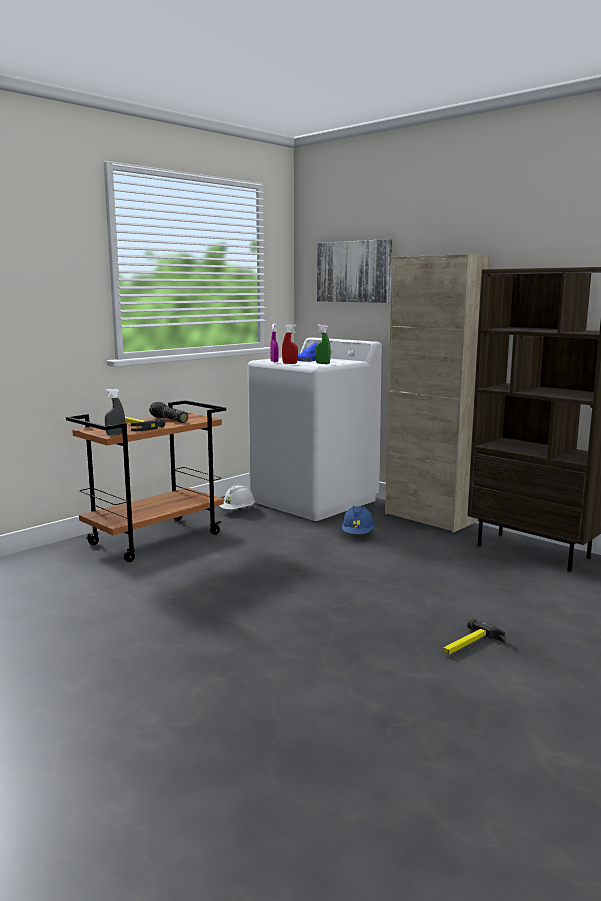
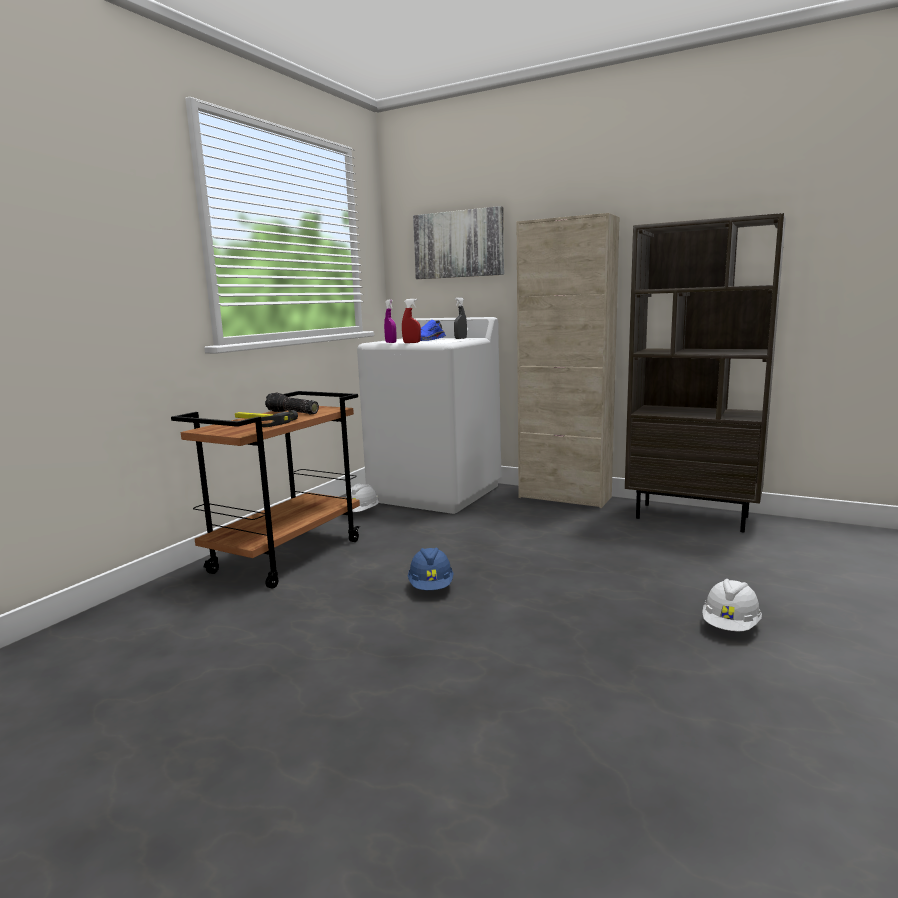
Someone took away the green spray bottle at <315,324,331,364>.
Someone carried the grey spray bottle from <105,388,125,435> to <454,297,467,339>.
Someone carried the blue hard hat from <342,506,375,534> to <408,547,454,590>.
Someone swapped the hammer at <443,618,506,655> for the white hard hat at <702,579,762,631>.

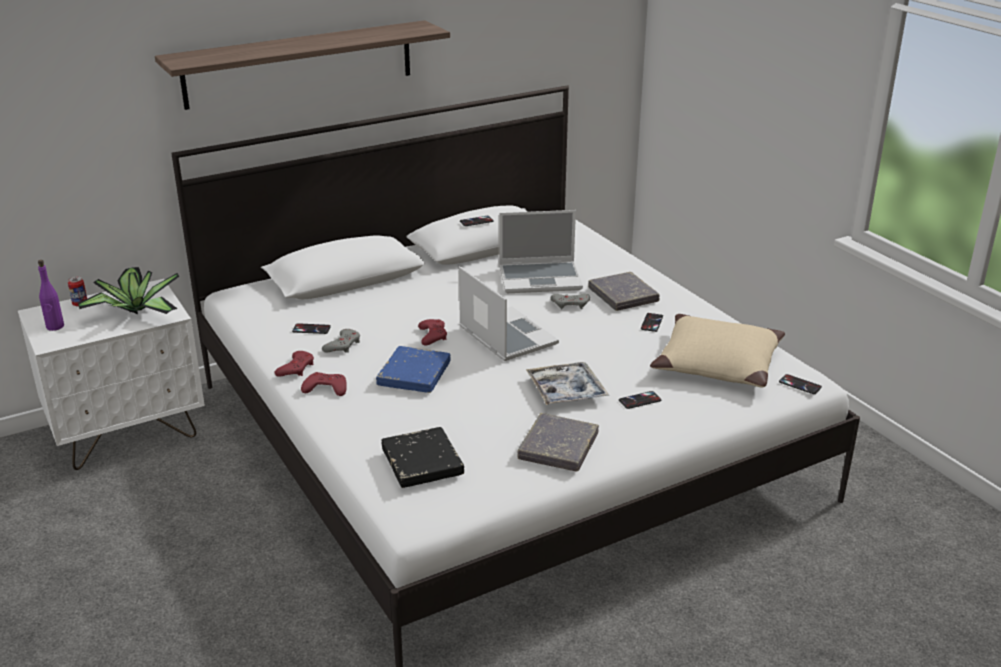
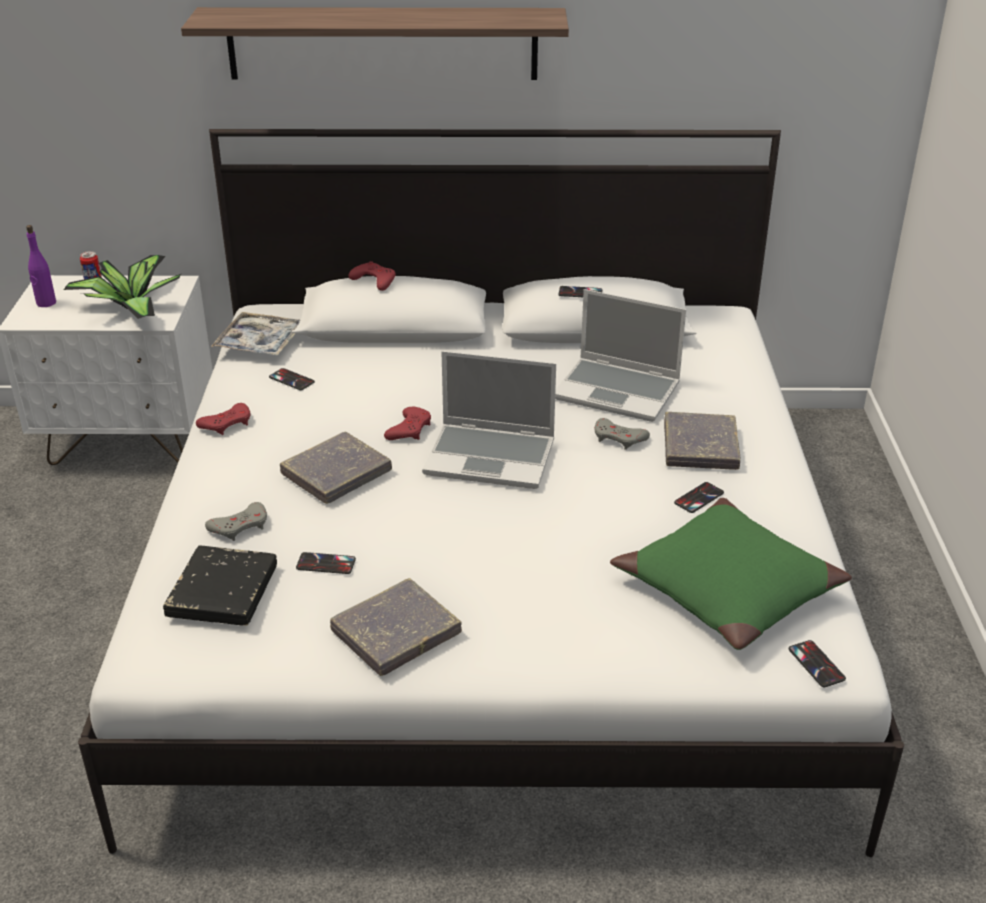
Someone rotated the laptop at <459,266,559,361> by 105 degrees clockwise.
Someone repainted the beige pillow at <650,314,785,388>, which became the green pillow at <610,498,852,650>.
Someone carried the grey game controller from <322,329,360,353> to <205,502,267,541>.
Someone repainted the blue book at <376,346,451,393>, which became the grey book at <280,432,392,504>.
Someone carried the tray from <526,362,609,405> to <211,312,300,356>.
Someone carried the red game controller from <301,372,347,396> to <348,261,396,291>.
Someone carried the phone from <619,391,661,409> to <296,552,356,574>.

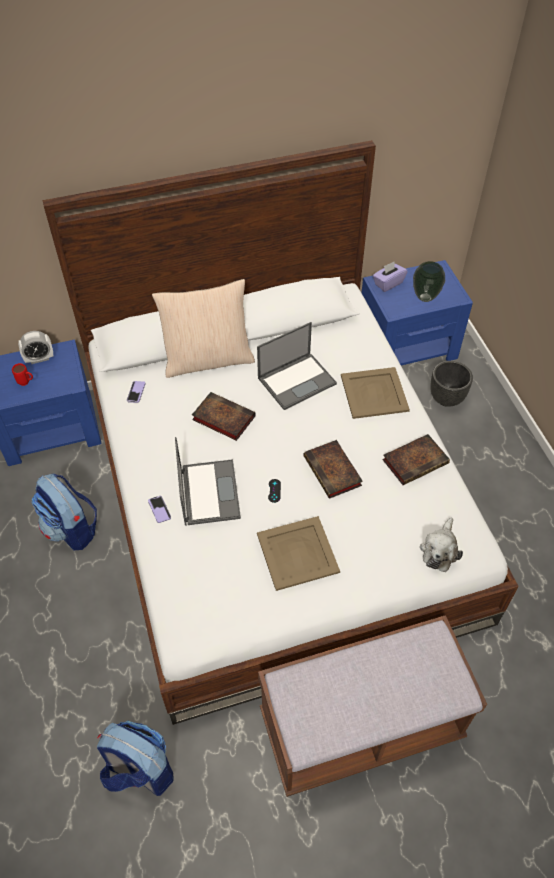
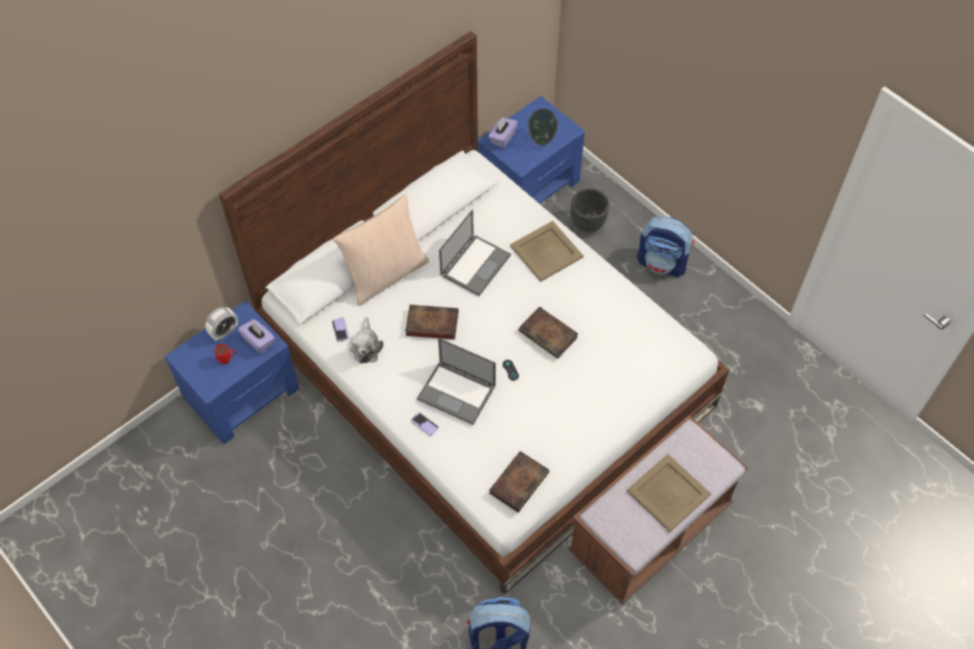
Someone carried the book from <382,434,450,485> to <489,451,550,513>.
Someone rotated the laptop at <175,437,241,526> by 150 degrees clockwise.
Someone carried the backpack from <32,473,97,550> to <637,216,694,277>.
Someone carried the beige tray from <257,516,340,591> to <627,454,711,532>.
Someone carried the plush toy from <420,518,463,572> to <349,317,383,363>.
Someone put down the purple tissue box at <238,319,275,354>.

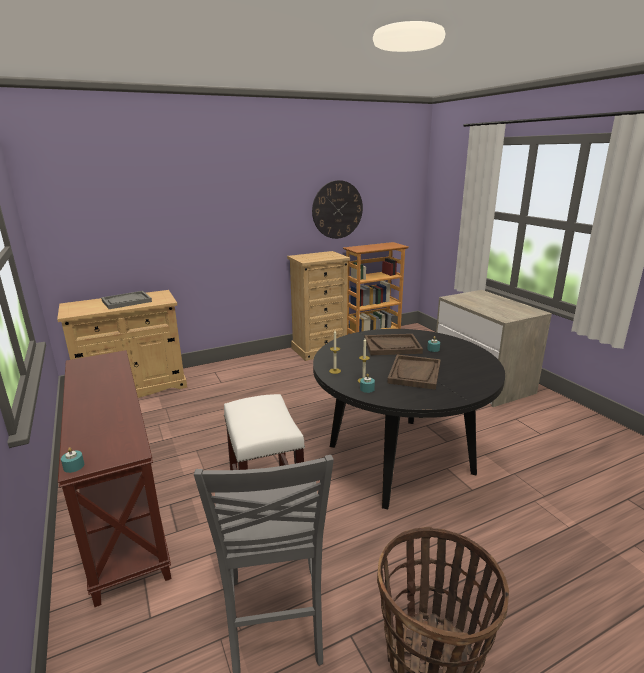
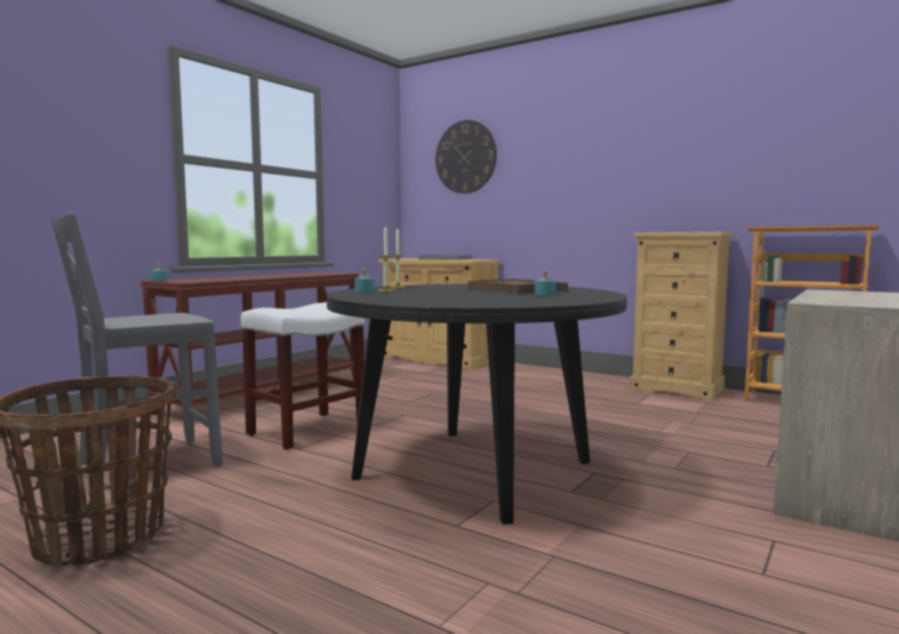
Someone carried the wall clock from <312,180,363,239> to <435,120,497,194>.
Someone took away the brown tray at <387,355,441,390>.

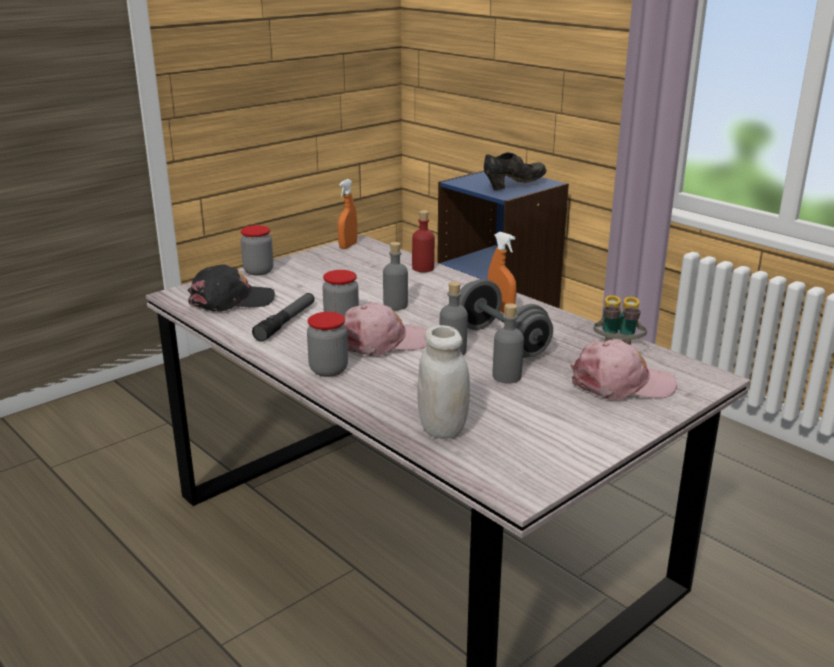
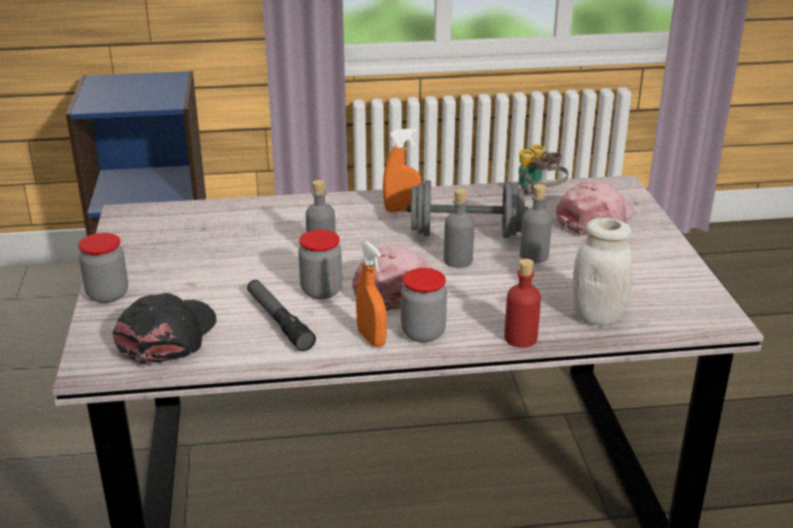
Someone took away the black shoe at <484,152,547,190>.
Someone carried the orange spray bottle from <338,179,357,249> to <356,241,387,347>.
Someone carried the red bottle from <412,210,435,272> to <504,259,541,348>.

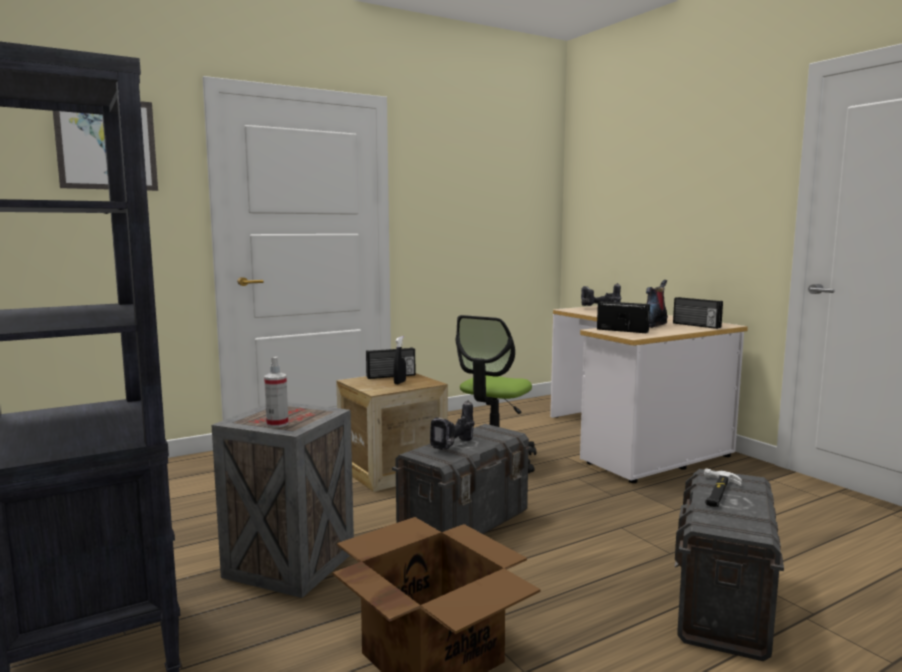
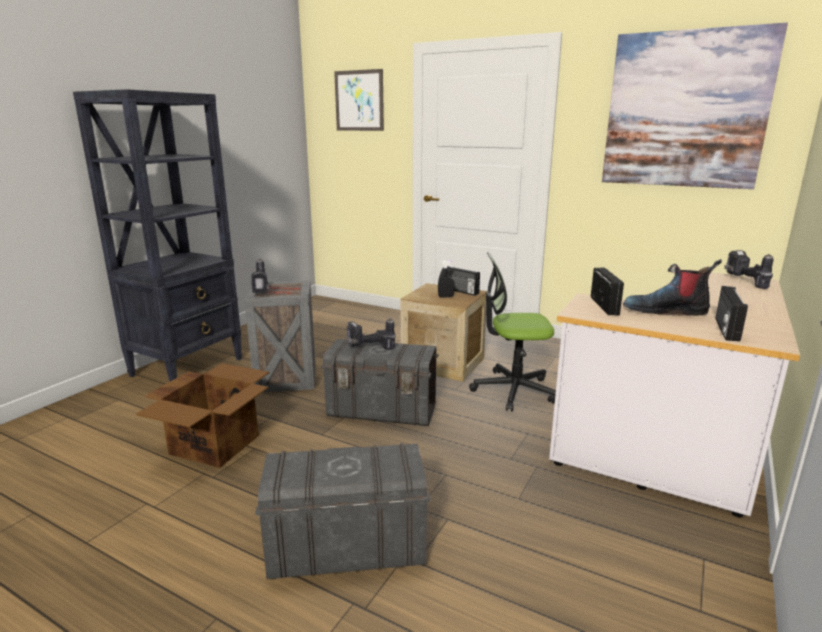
Someone swapped the spray bottle at <264,357,288,428> for the power drill at <251,259,271,294>.
Someone took away the hammer at <704,468,742,507>.
Someone put up the picture at <602,23,788,189>.

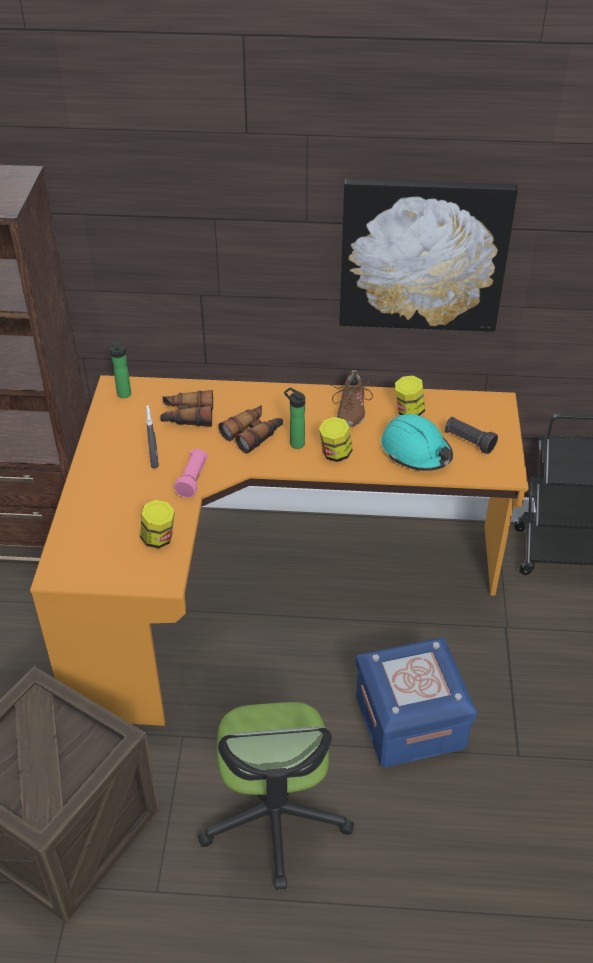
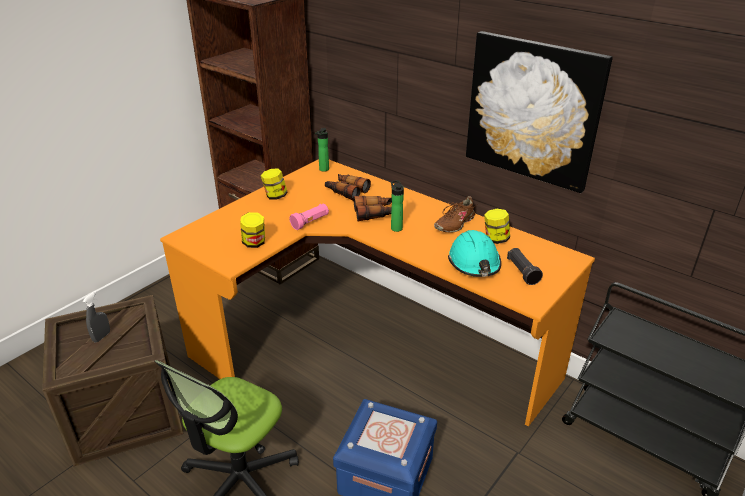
Someone carried the grey spray bottle from <146,405,159,468> to <83,291,110,343>.
Someone carried the jar from <319,417,353,462> to <261,169,288,200>.

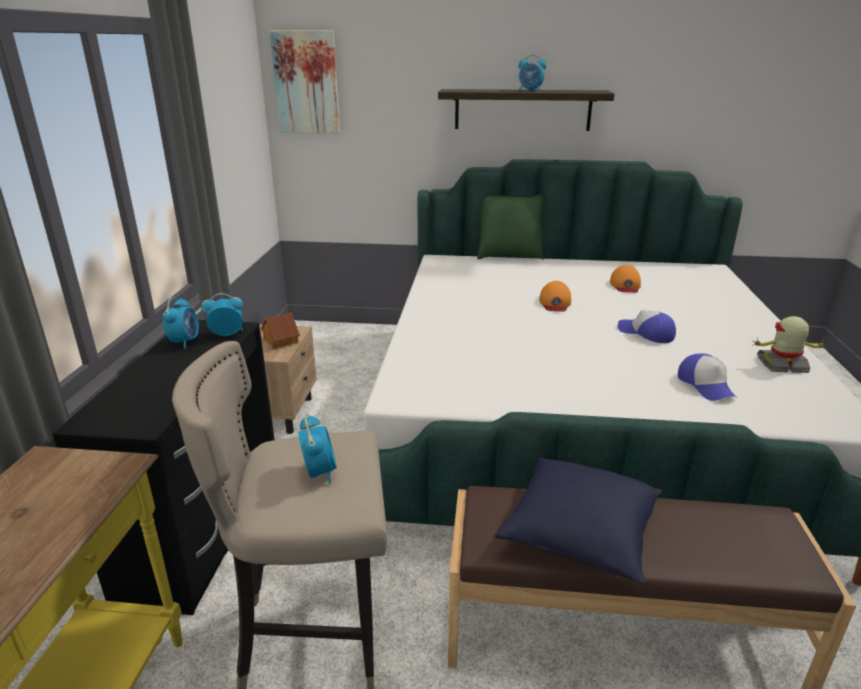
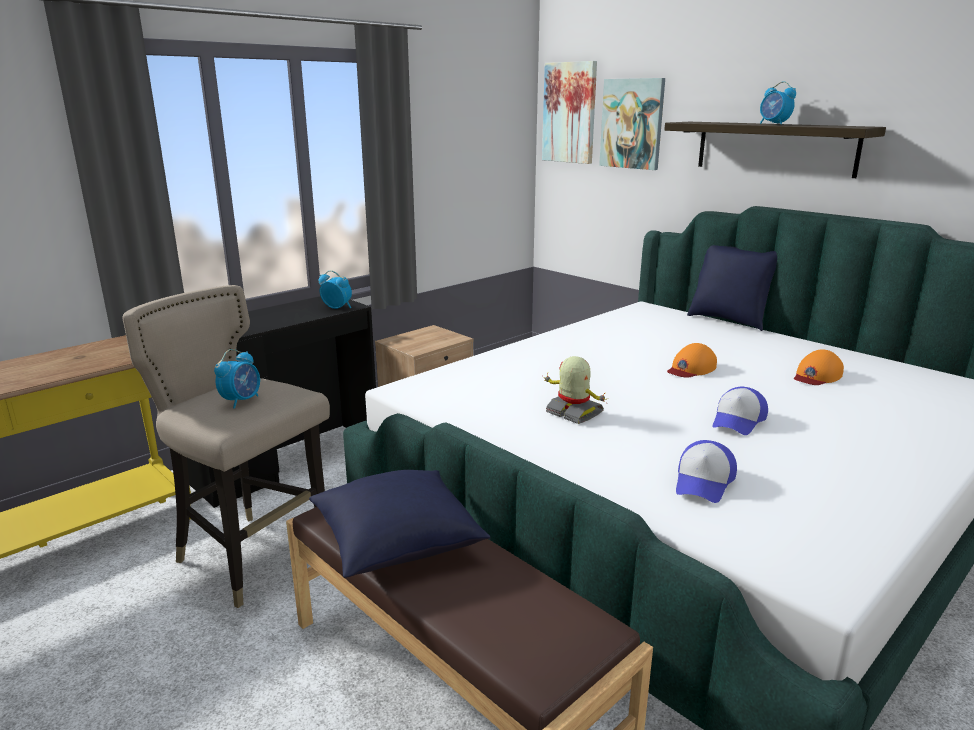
Someone repainted the green pillow at <477,194,544,260>, which became the blue pillow at <687,245,777,331>.
Someone took away the alarm clock at <162,297,199,349>.
Someone rotated the cap at <618,310,676,343> by 135 degrees counterclockwise.
Someone took away the toy house at <261,313,300,349>.
Someone carried the toy robot from <752,316,826,373> to <542,356,609,424>.
Someone put up the picture at <599,78,665,170>.

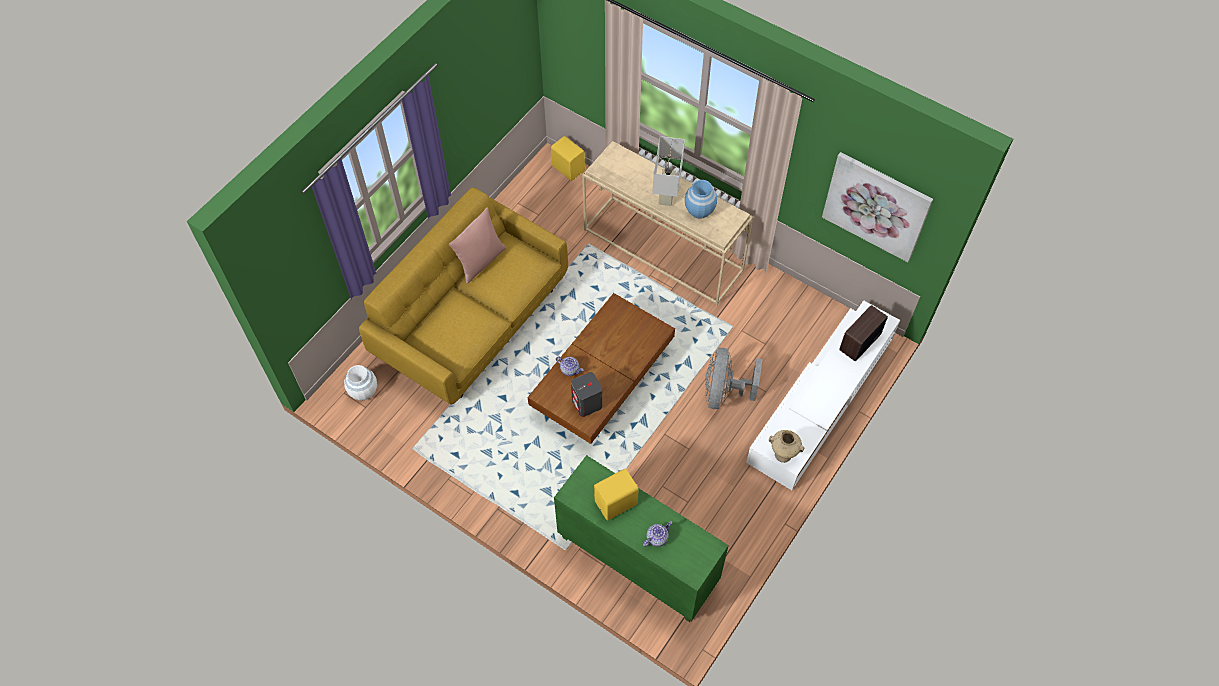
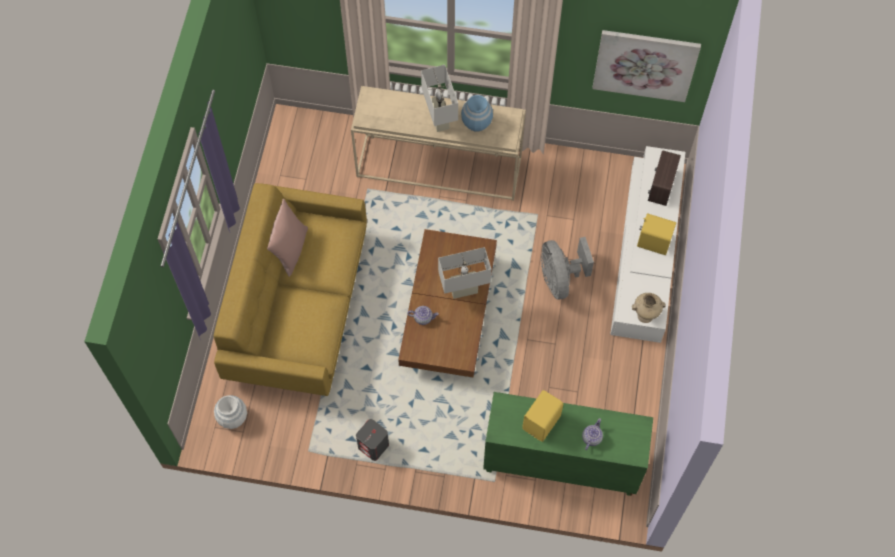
Someone carried the yellow speaker from <551,136,585,181> to <637,213,676,255>.
Someone carried the grey speaker from <571,372,602,417> to <356,419,389,461>.
Someone put down the white table lamp at <438,247,491,299>.

